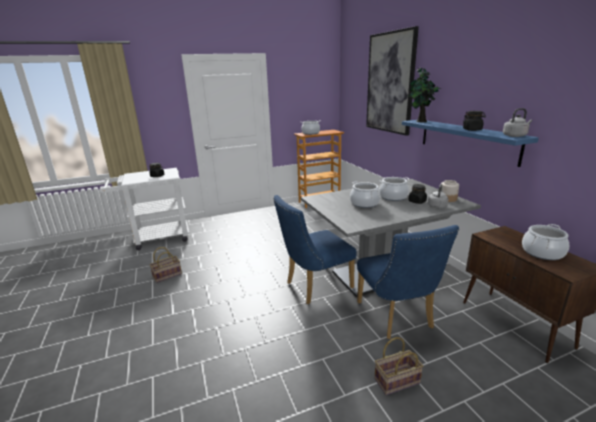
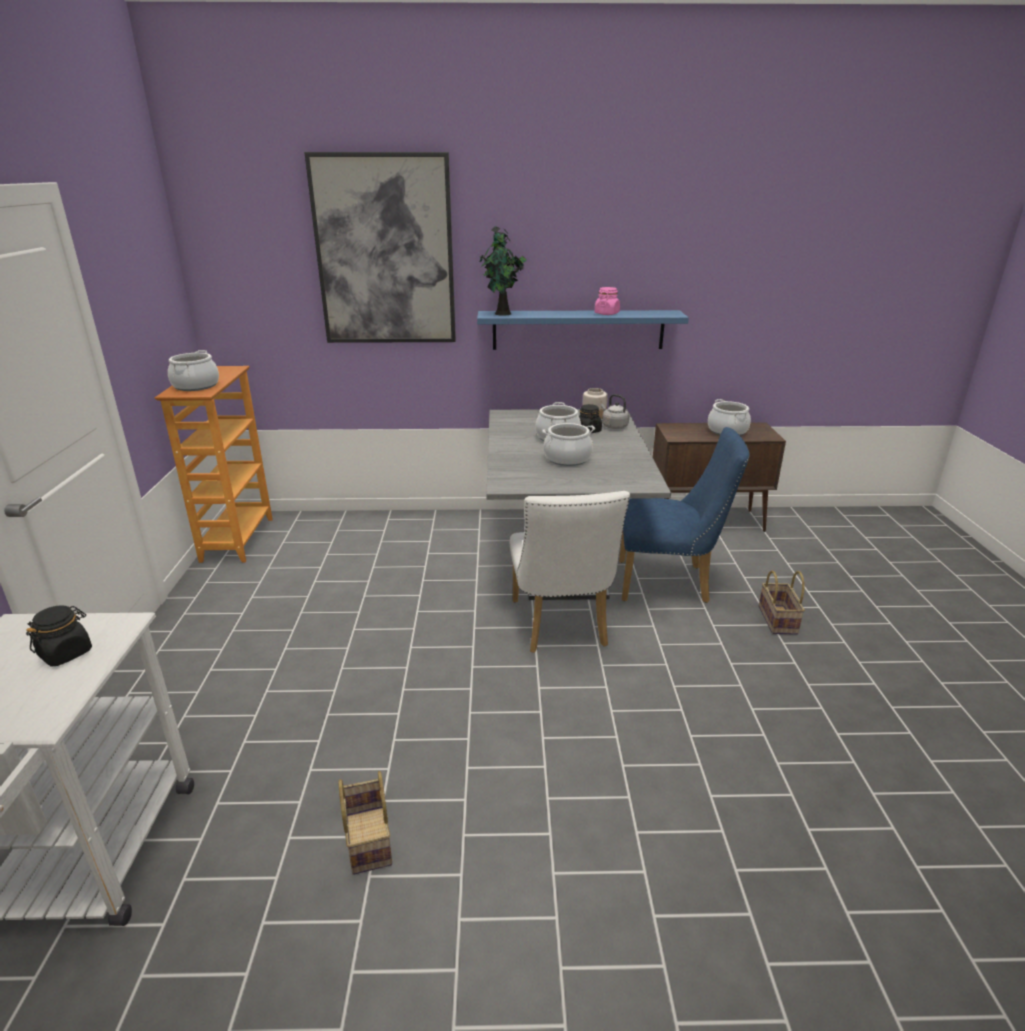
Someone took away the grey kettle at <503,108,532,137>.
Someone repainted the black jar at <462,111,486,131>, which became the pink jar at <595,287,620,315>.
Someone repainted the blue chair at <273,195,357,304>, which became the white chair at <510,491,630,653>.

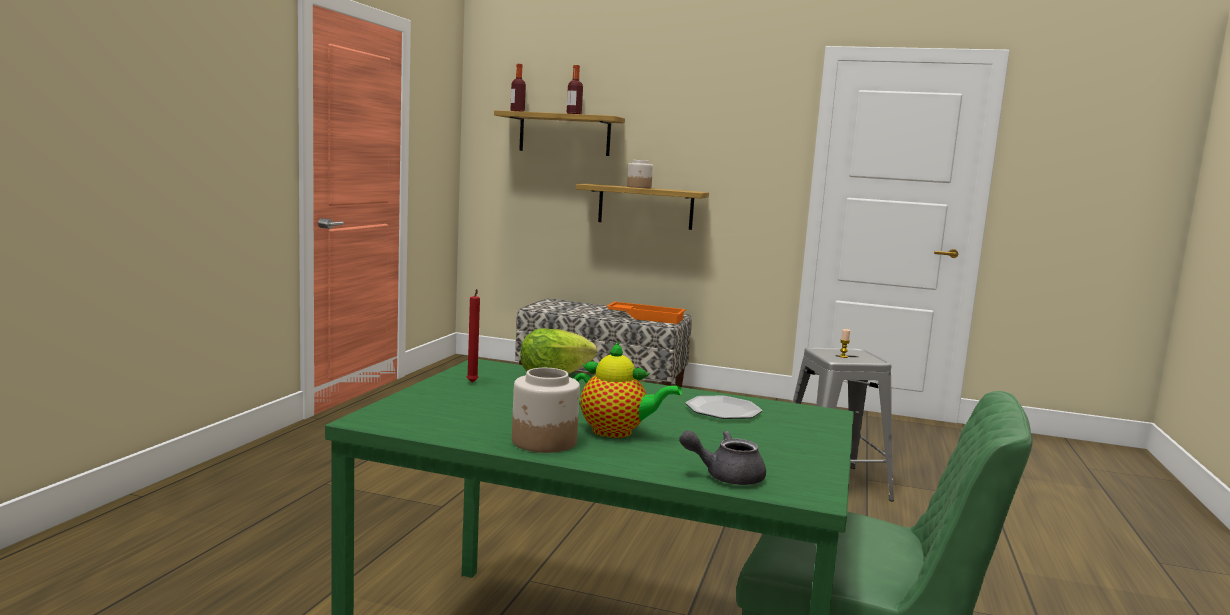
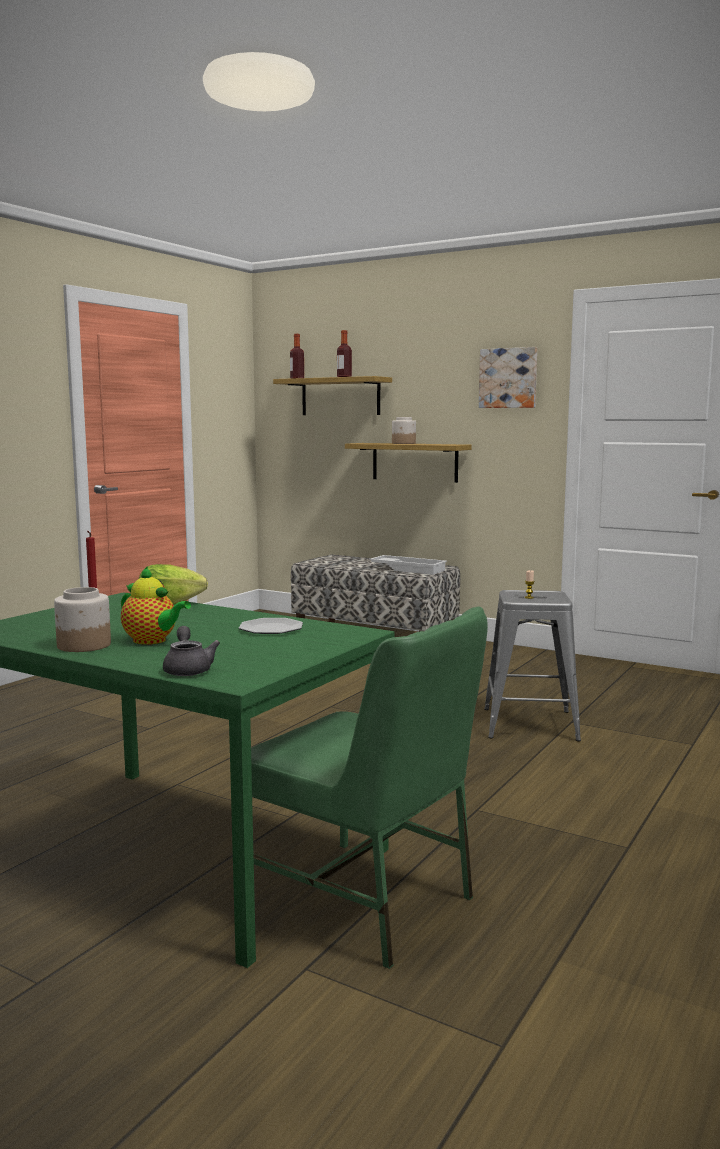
Someone repainted the orange tray at <606,302,686,324>, which became the white tray at <369,555,447,575>.
Someone rotated the grey teapot at <679,430,766,485> by 60 degrees clockwise.
Someone put up the picture at <479,347,537,408>.

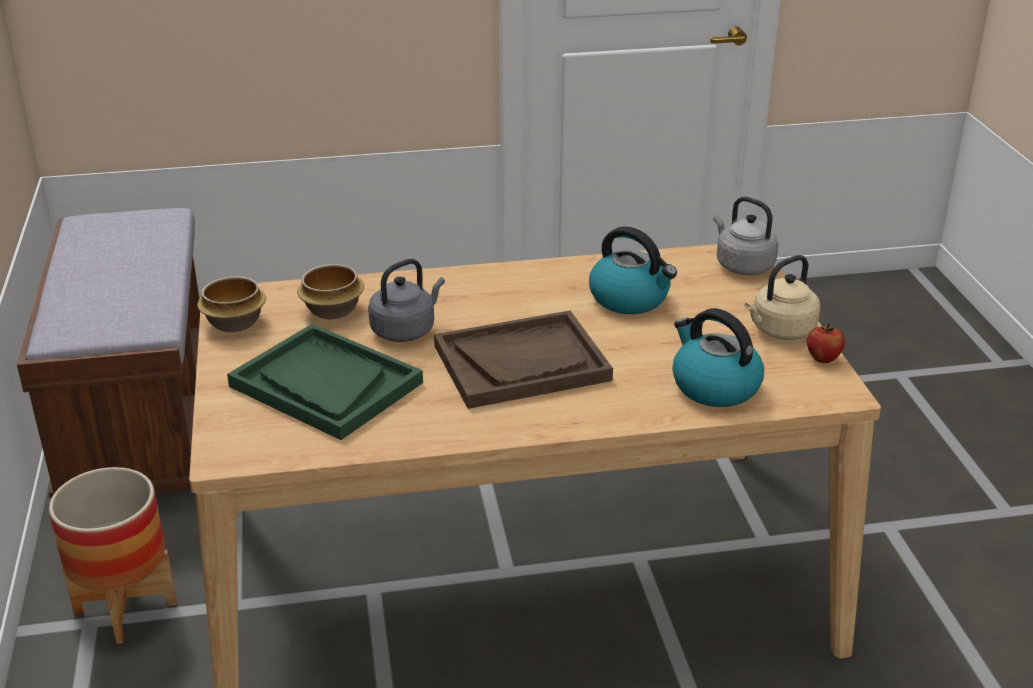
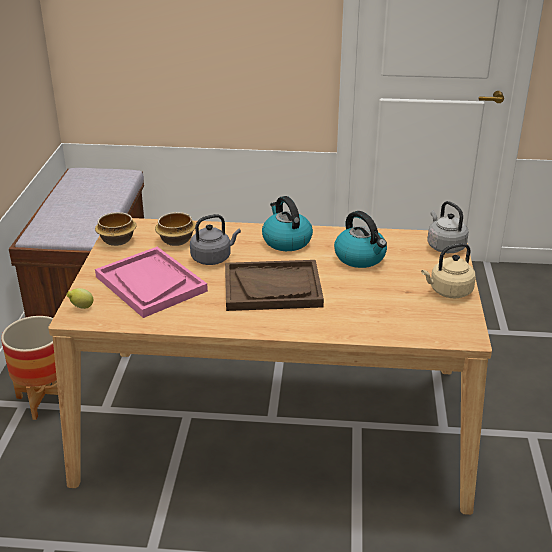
Someone carried the kettle from <672,308,764,407> to <262,196,313,251>.
Someone took away the apple at <807,323,845,363>.
Someone repainted the green tray at <227,324,423,440>, which became the pink tray at <95,247,208,318>.
Someone put down the lemon at <66,288,93,309>.

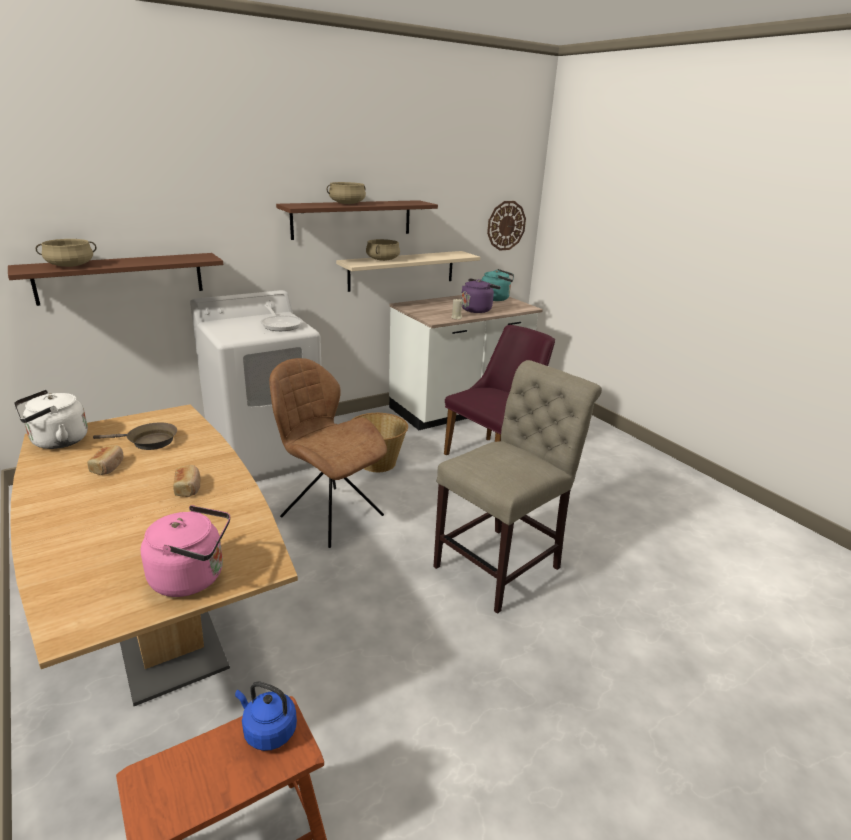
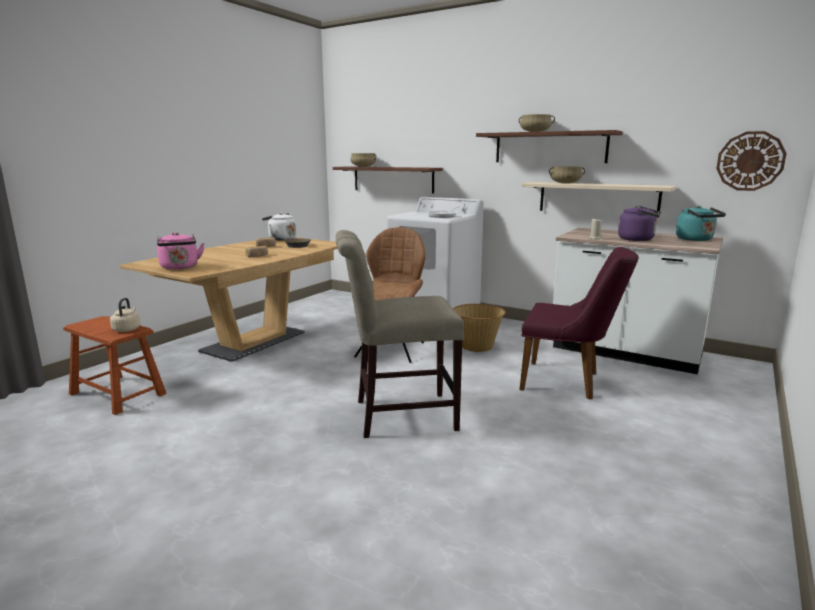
Someone rotated the beige chair at <433,360,602,614> by 150 degrees clockwise.
Someone repainted the blue kettle at <235,681,297,751>, which became the beige kettle at <110,298,140,332>.

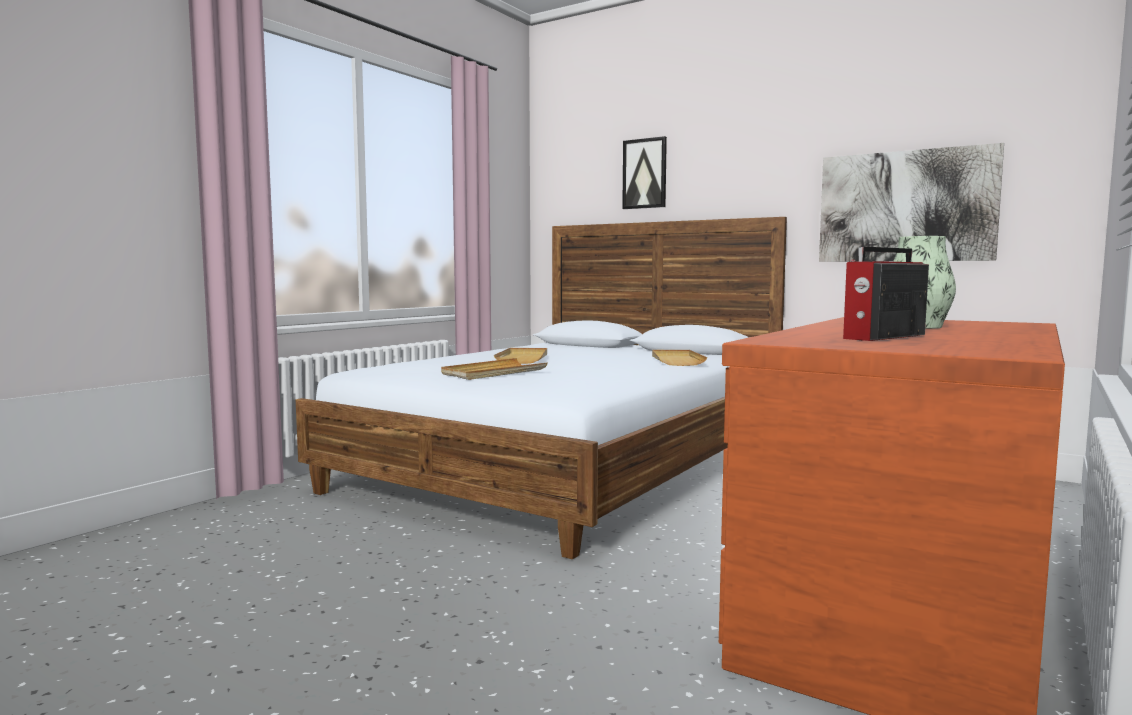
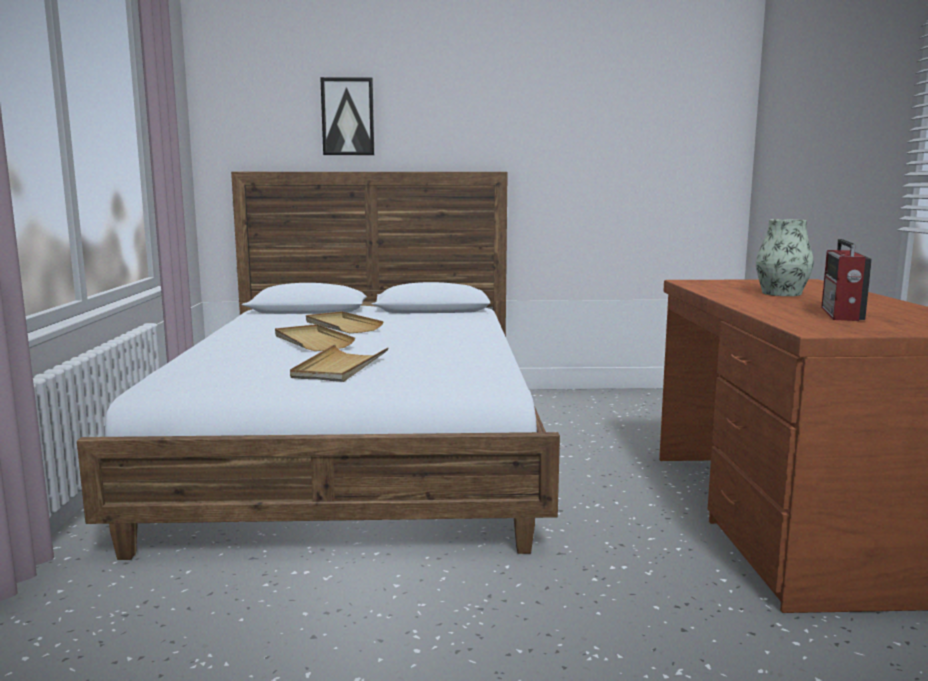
Someone took away the picture at <819,143,1004,262>.
Someone carried the beige tray from <652,350,707,366> to <306,311,384,333>.

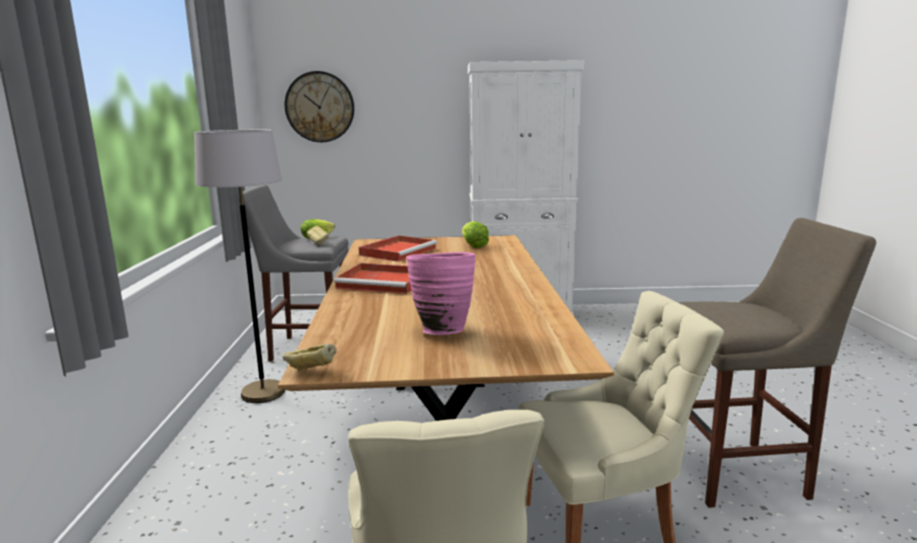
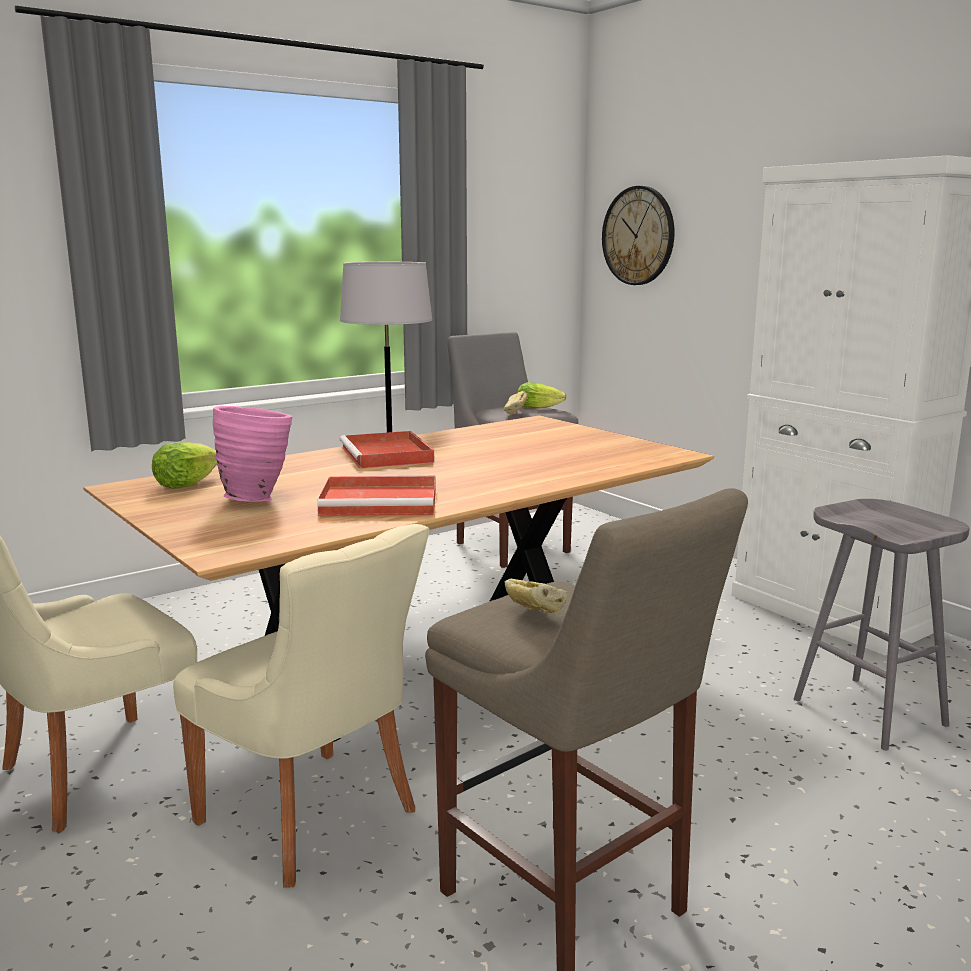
Someone carried the lettuce from <462,221,489,248> to <152,442,217,489>.
Someone carried the red tray from <359,235,437,262> to <317,476,436,516>.
Someone carried the bread from <282,344,337,371> to <505,579,568,613>.
Someone put down the grey stool at <794,499,970,751>.

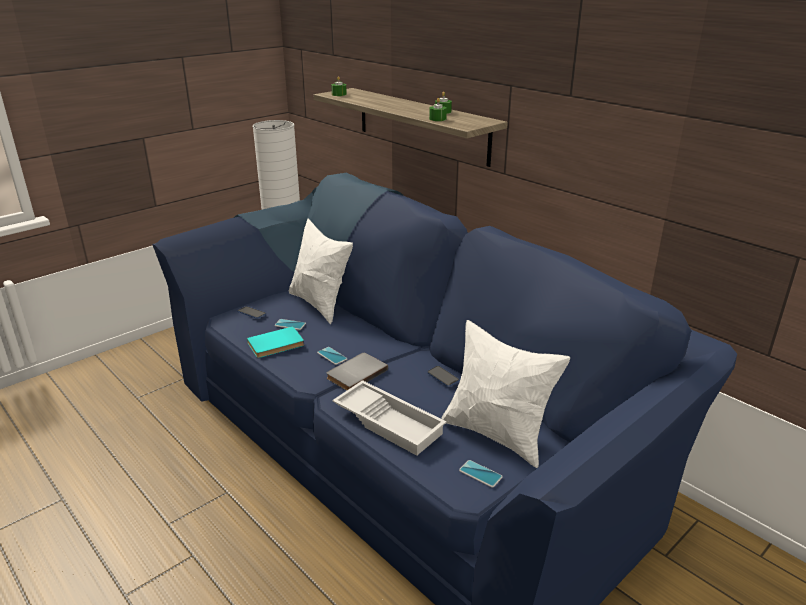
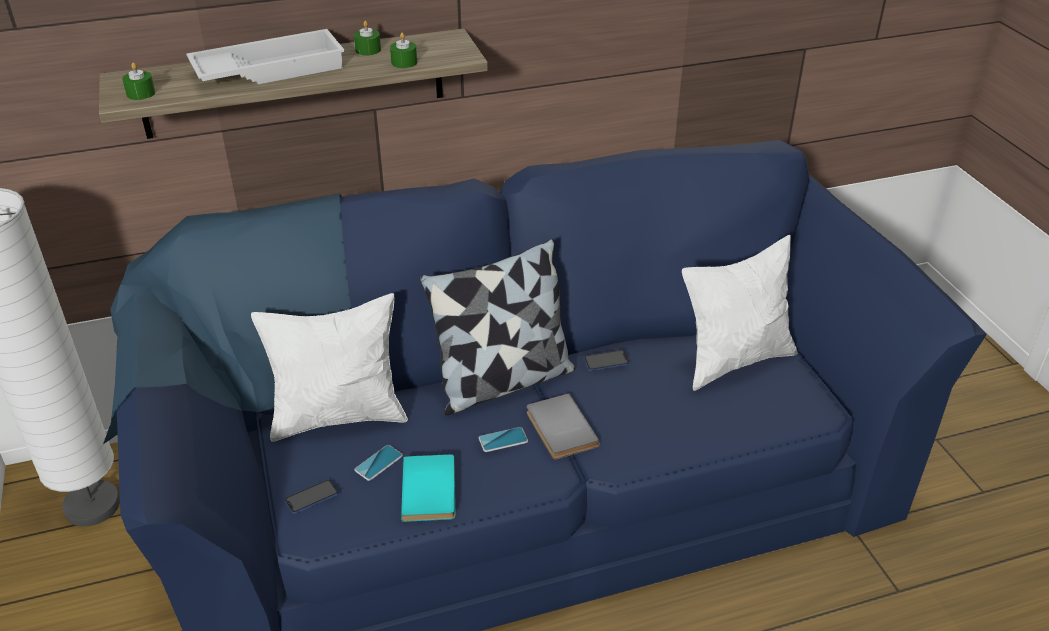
Someone carried the white tray from <332,380,446,456> to <186,29,345,84>.
Someone took away the phone at <459,460,503,488>.
Someone put down the pillow at <419,239,575,415>.

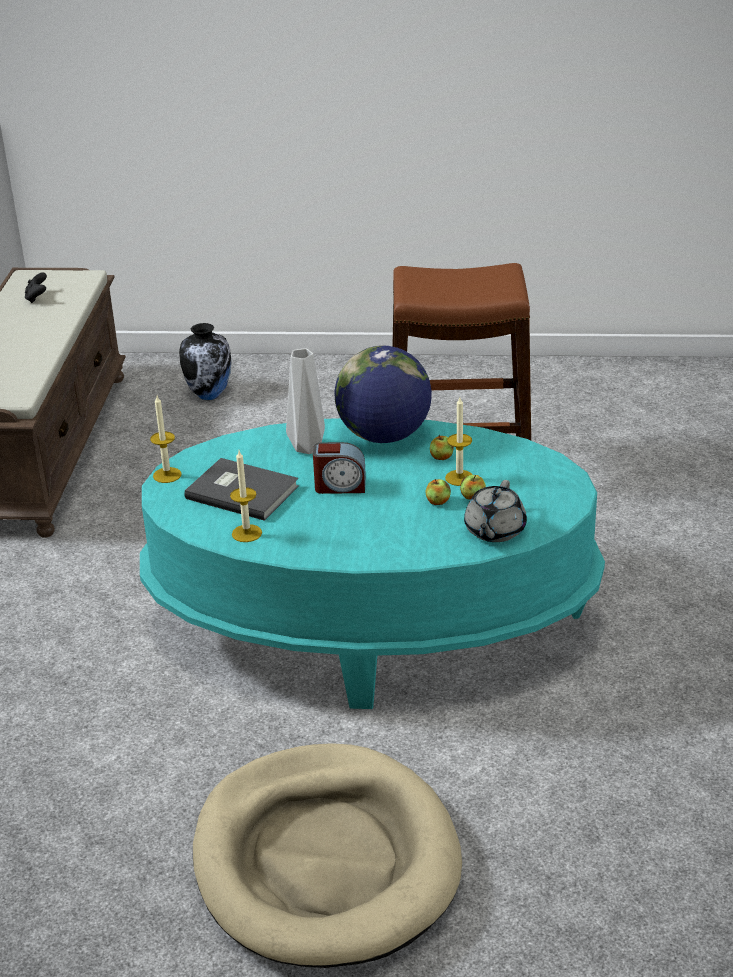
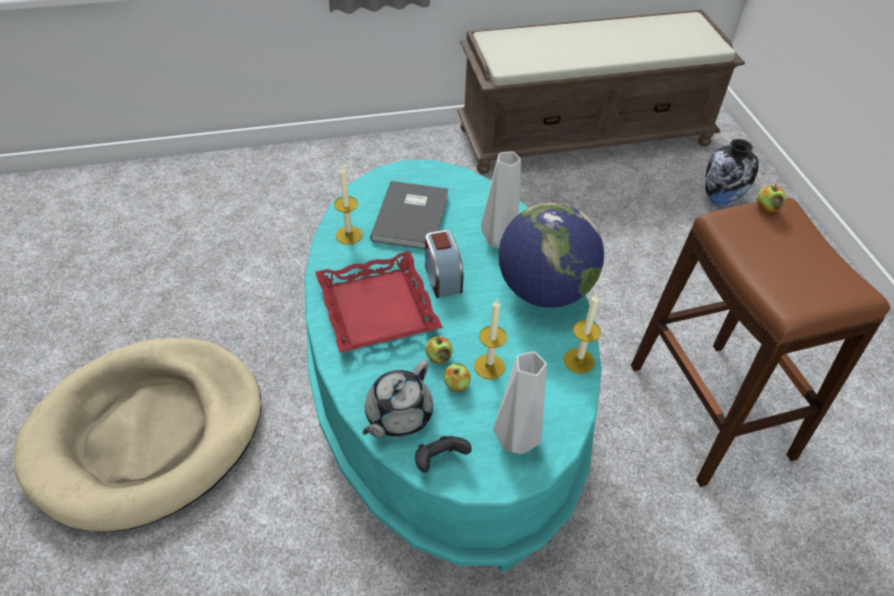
Someone carried the black game controller from <25,272,47,303> to <415,436,472,473>.
Someone carried the candle from <150,396,182,483> to <564,294,601,373>.
Someone carried the apple from <430,435,454,460> to <757,184,786,212>.
Someone rotated the grey teapot at <464,480,527,542> by 60 degrees counterclockwise.
Someone put down the red tray at <315,251,443,353>.
Someone put down the grey vase at <493,351,547,454>.

